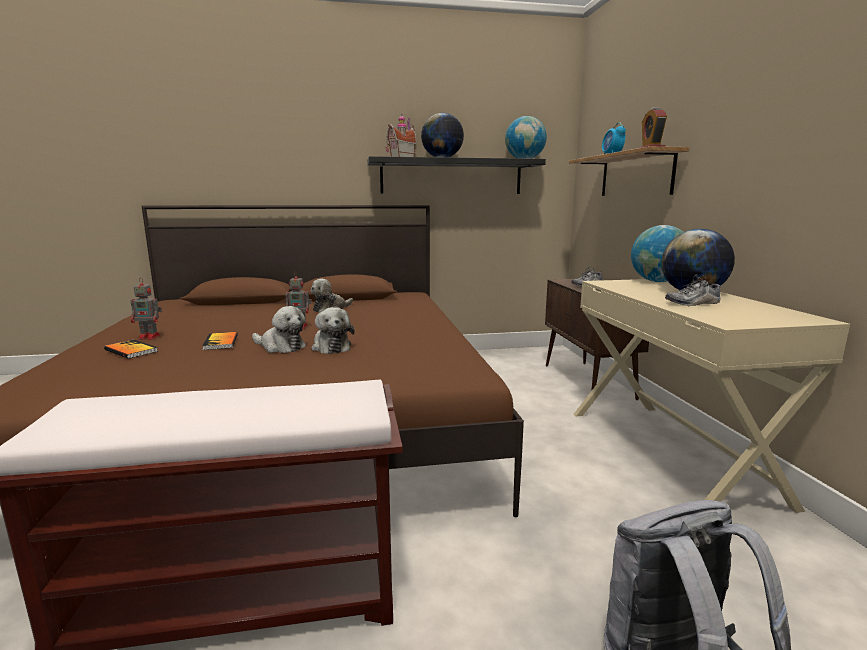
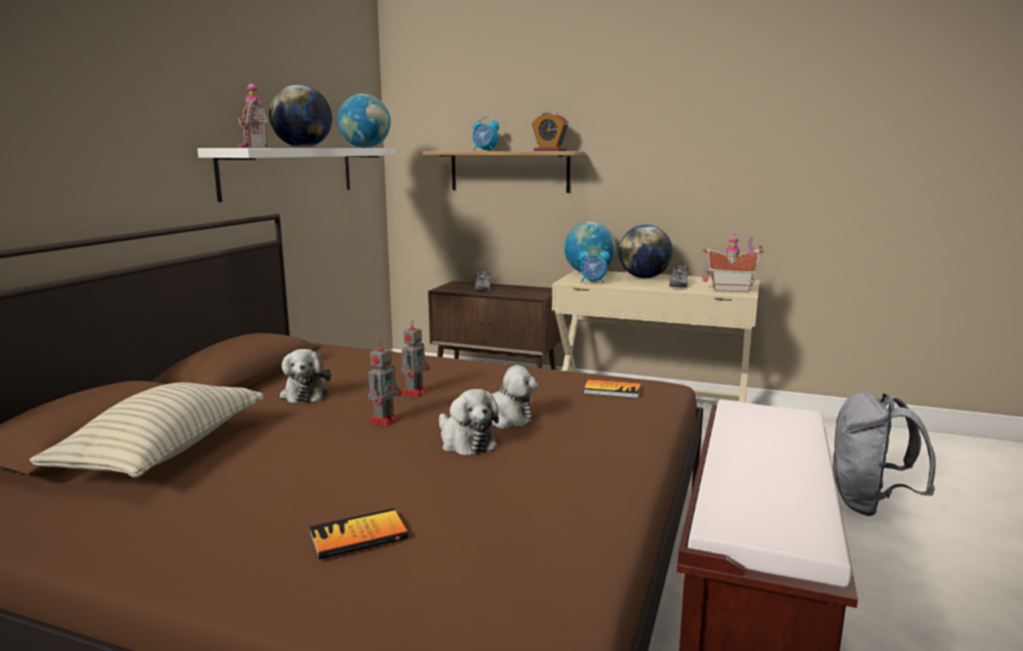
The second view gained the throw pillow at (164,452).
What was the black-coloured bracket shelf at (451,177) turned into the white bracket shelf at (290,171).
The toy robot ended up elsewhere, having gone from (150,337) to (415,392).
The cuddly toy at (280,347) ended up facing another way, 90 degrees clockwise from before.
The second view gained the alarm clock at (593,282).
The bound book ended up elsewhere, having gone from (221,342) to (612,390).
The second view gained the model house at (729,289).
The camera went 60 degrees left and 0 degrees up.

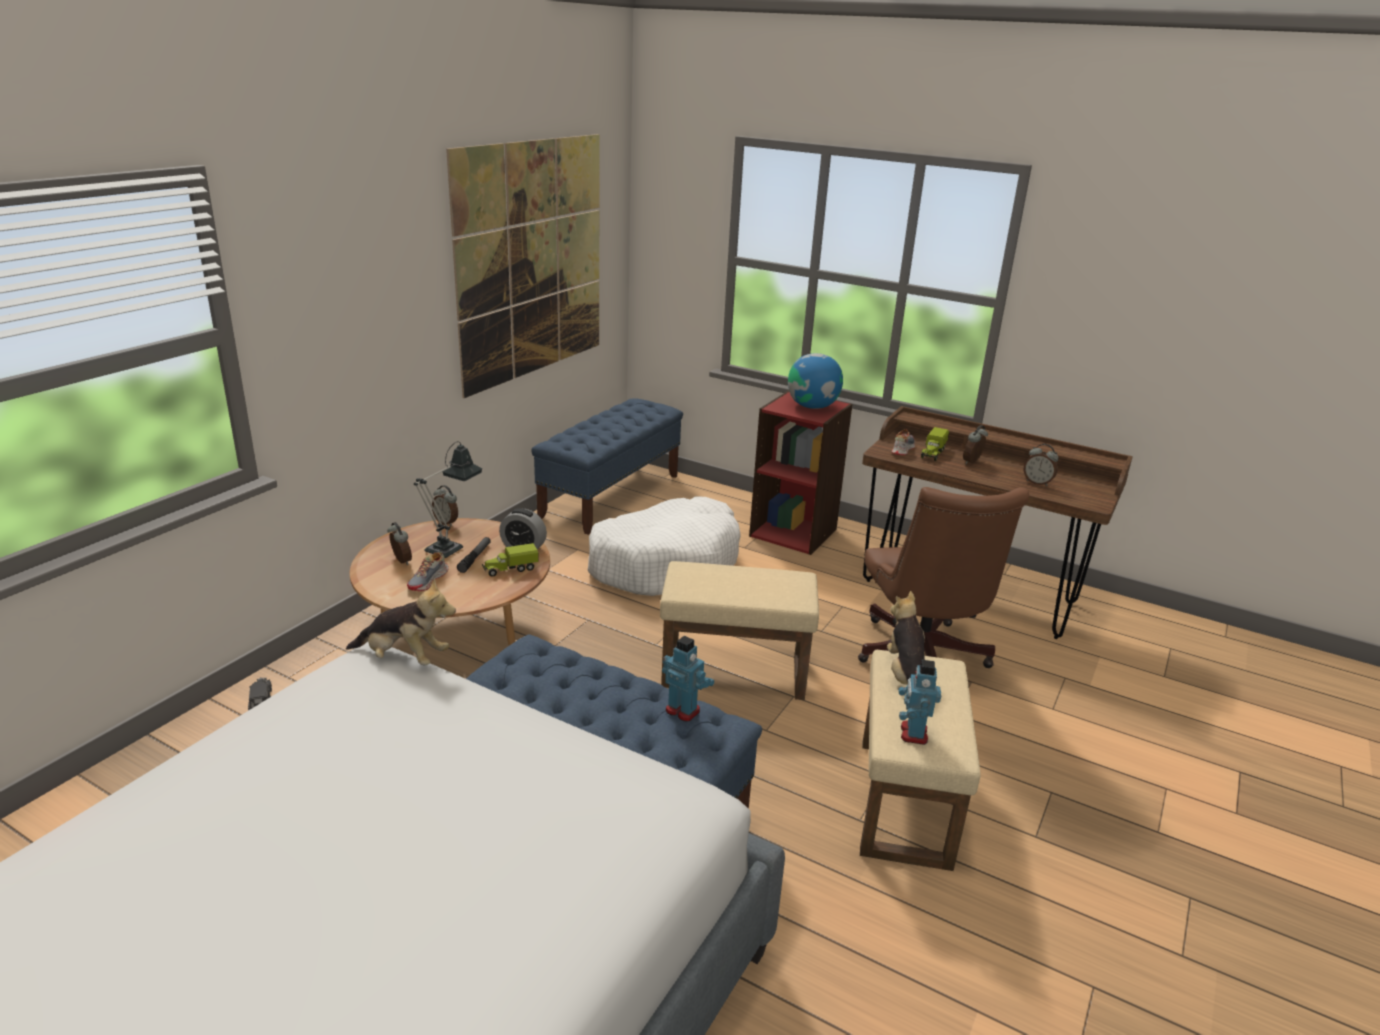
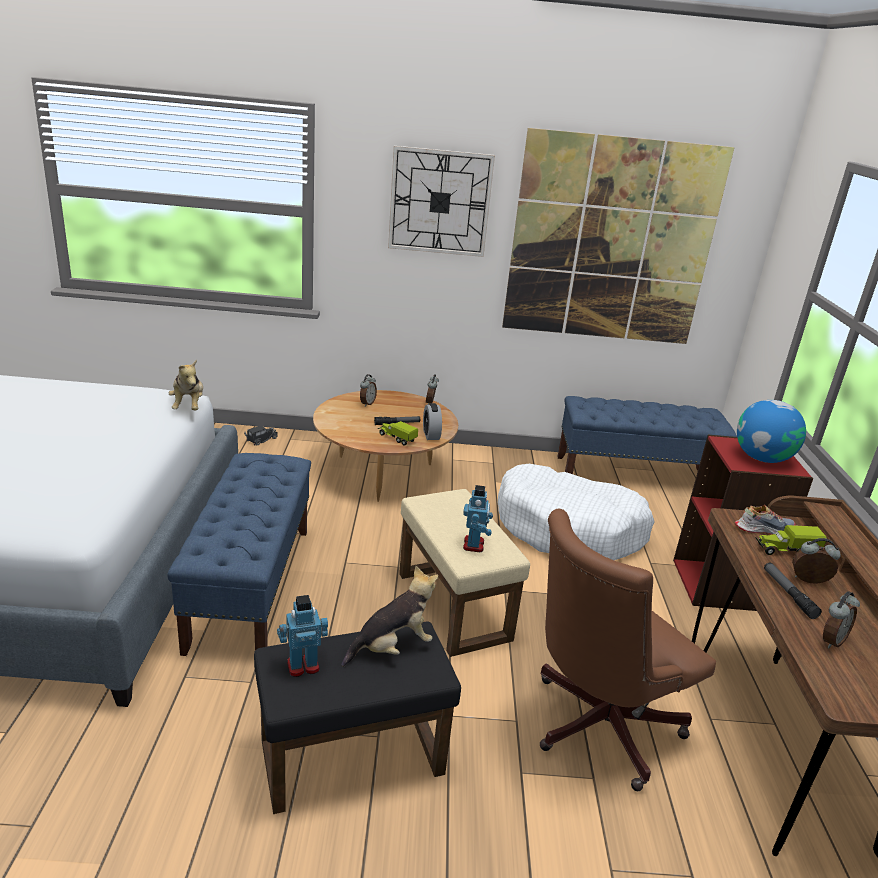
What was the sand-coloured ottoman at (906,802) turned into the black-coloured ottoman at (350,759).
The second view gained the wall clock at (440,202).
The toy robot ended up elsewhere, having gone from (683,710) to (474,545).
The second view gained the hand torch at (788,594).
The alarm clock at (1037,482) ended up facing another way, 135 degrees counterclockwise from before.
The second view lost the low shoe at (428,580).
The second view lost the lamp for a table at (449,547).
The camera went 60 degrees right and 0 degrees up.

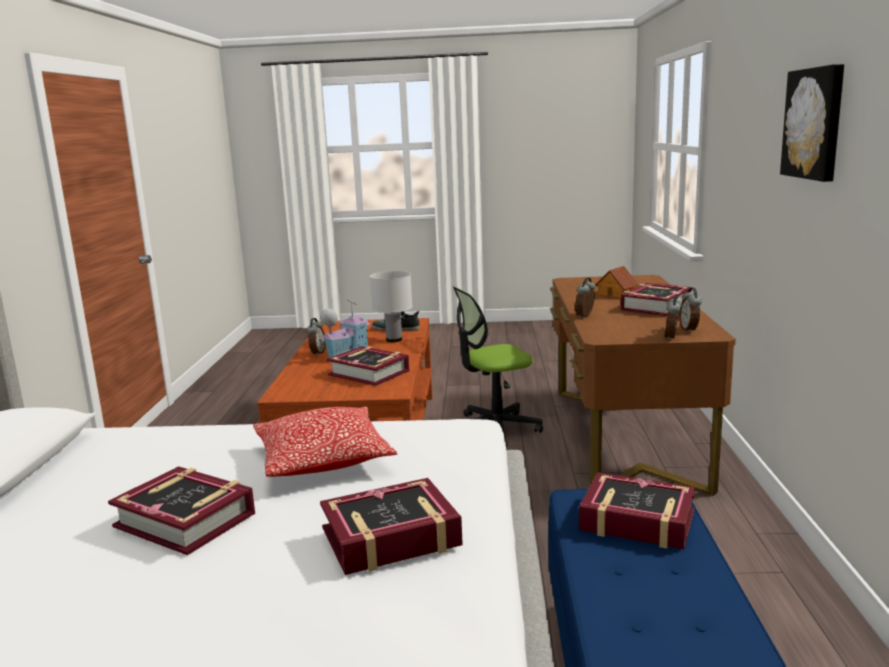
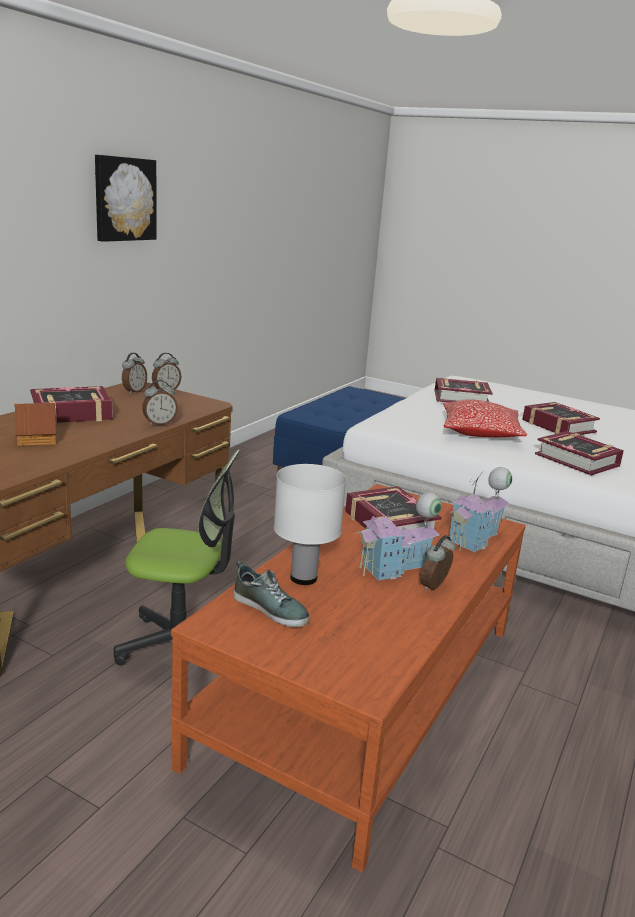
The second view gained the model house at (476,539).
The bound book ended up elsewhere, having gone from (637,521) to (577,460).
The camera went 155 degrees left and 5 degrees up.

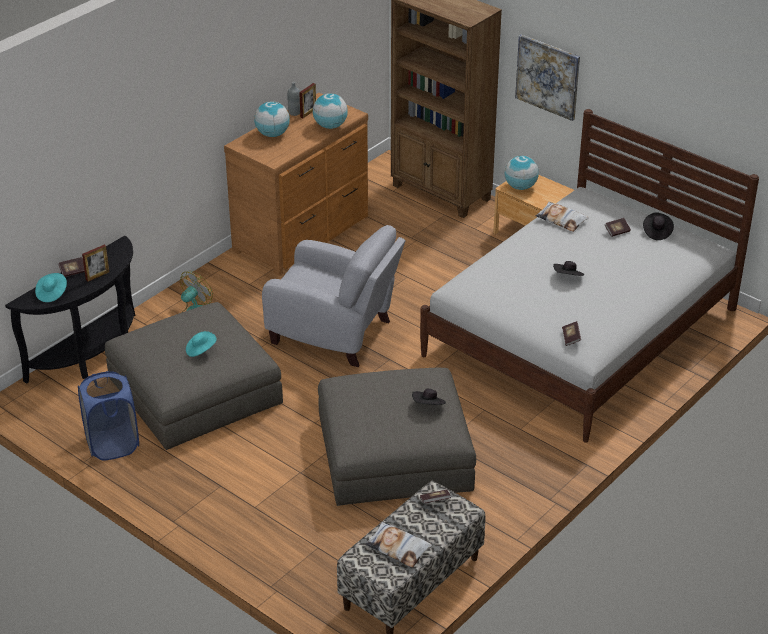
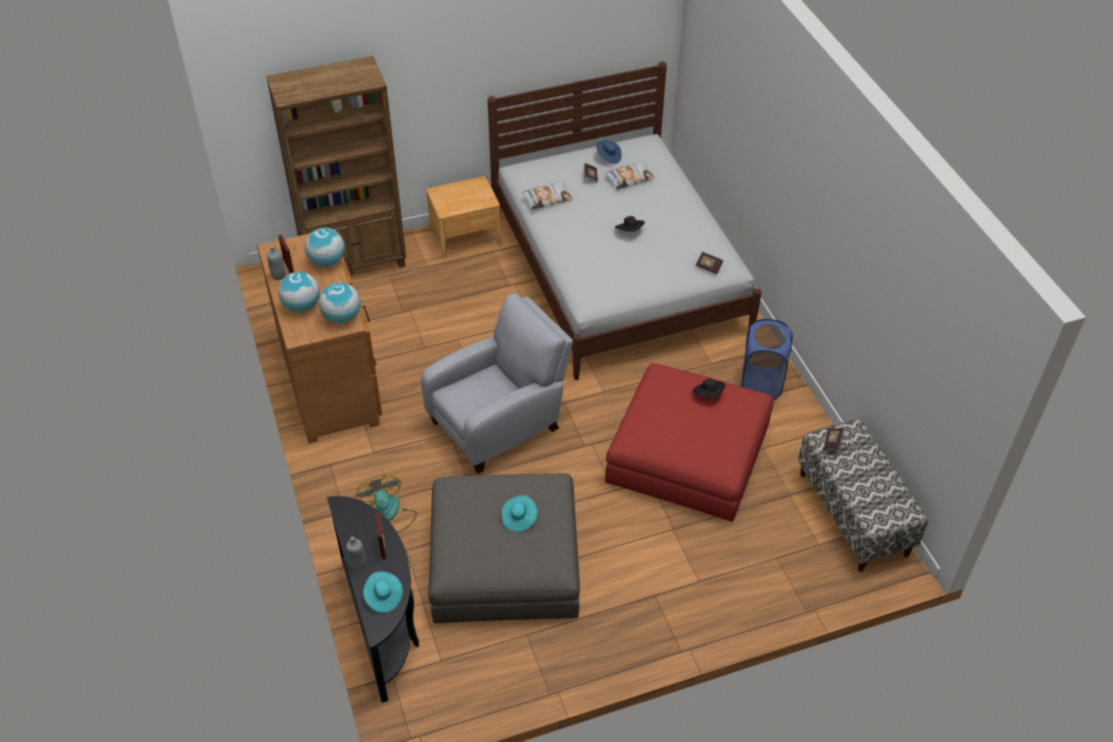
The globe ended up elsewhere, having gone from (520,187) to (342,317).
Where the bound book stood at (73,271), the gray bottle came to stand at (357,564).
What was the black-coloured hat at (656,232) turned into the bluish hat at (608,157).
The throw pillow ended up elsewhere, having gone from (398,548) to (629,178).
What was the gray ottoman at (394,452) turned into the reddish ottoman at (688,453).
The bluish laundry basket ended up elsewhere, having gone from (112,444) to (761,384).
The second view lost the wall art at (548,76).
The camera went 60 degrees left and 10 degrees up.

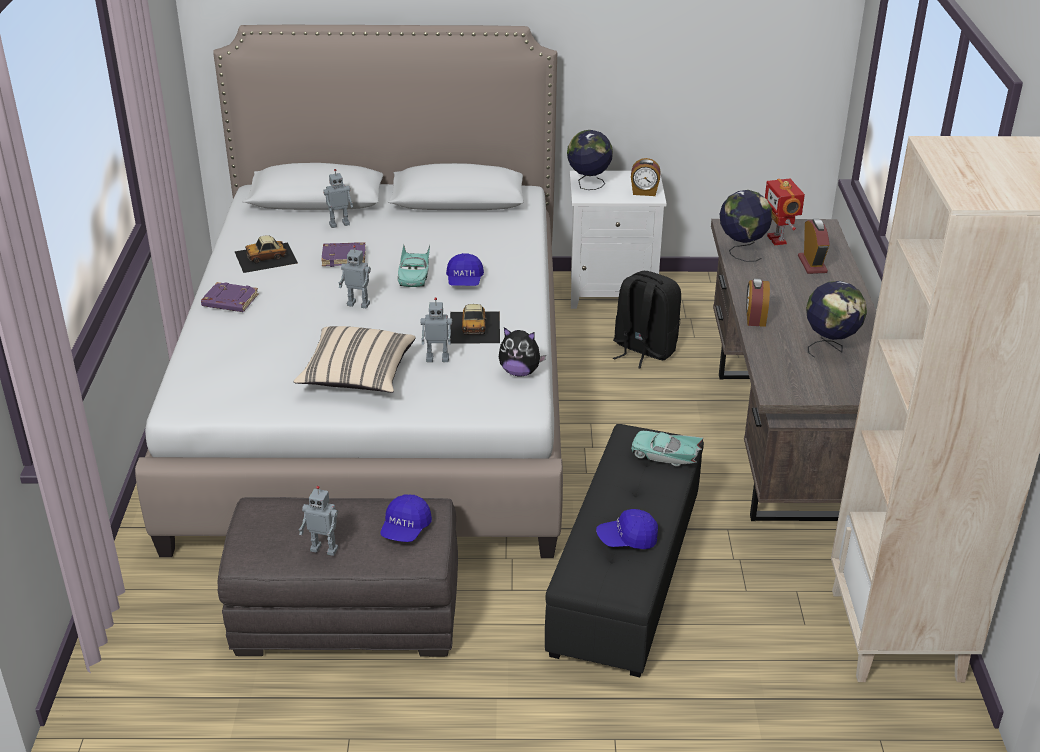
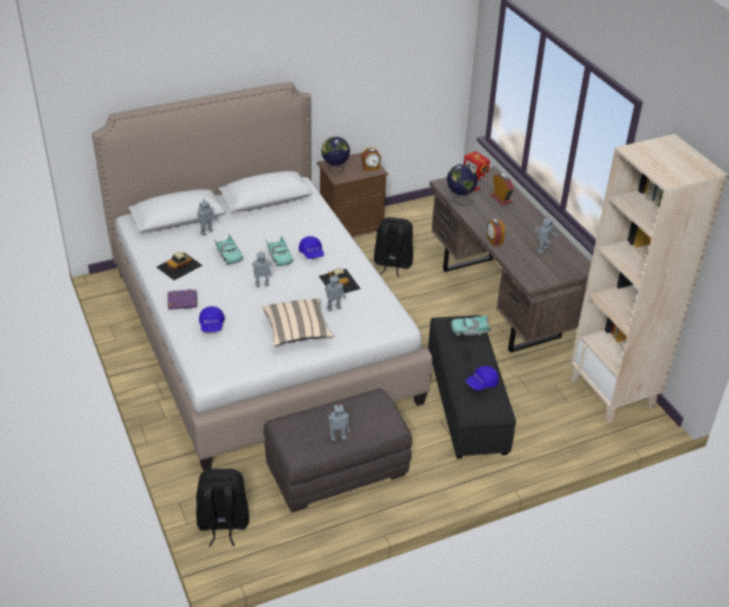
The second view gained the black-coloured knapsack at (222,524).
The bluish cap ended up elsewhere, having gone from (405,529) to (212,325).
Where the purple-coloured bound book stood at (344,257), the blue-green toy car came to stand at (228,254).
What was the white night table at (613,291) turned into the brown night table at (351,229).
Where the globe stood at (830,348), the toy robot came to stand at (541,249).
The second view lost the cuddly toy at (520,372).
The camera went 25 degrees left and 5 degrees up.

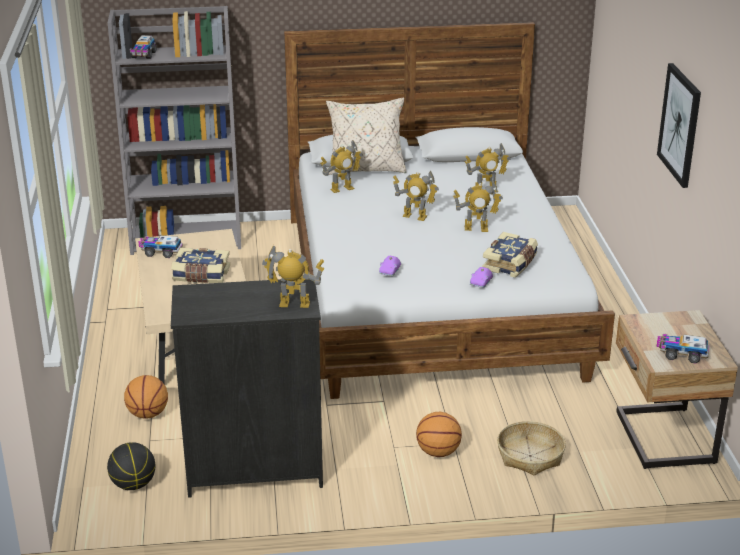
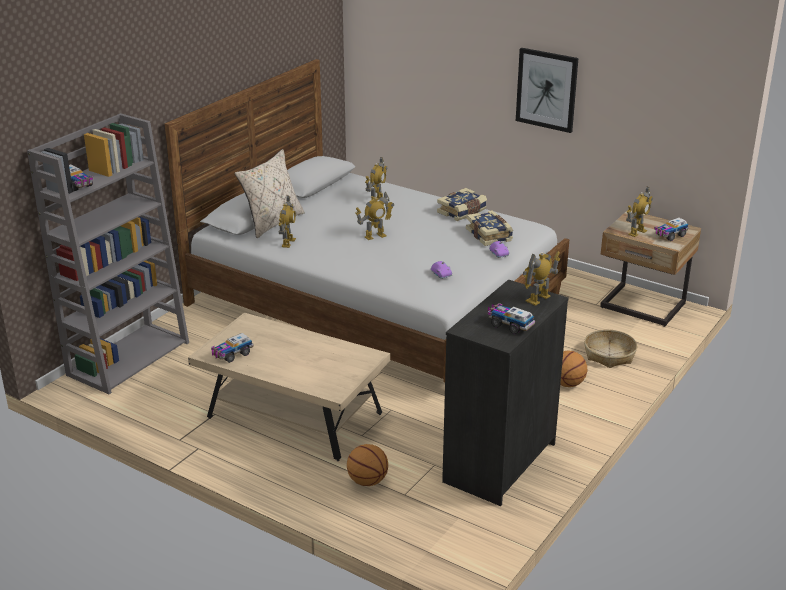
The bound book ended up elsewhere, having gone from (201,275) to (462,212).
The second view gained the toy lorry at (509,325).
The toy robot ended up elsewhere, having gone from (476,228) to (637,232).
The second view lost the ball for basketball at (133,485).
The camera went 50 degrees left and 0 degrees up.

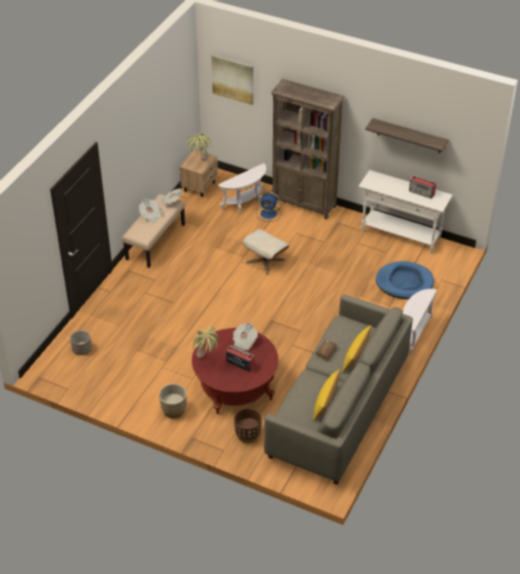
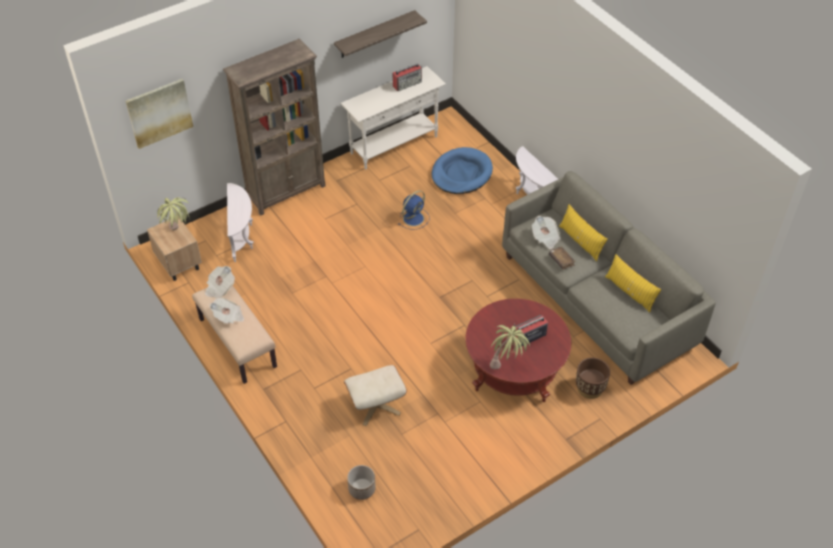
The sand-coloured ottoman ended up elsewhere, having gone from (265,261) to (375,405).
The bluish cooling fan ended up elsewhere, having gone from (269,214) to (414,218).
The daily paper ended up elsewhere, having gone from (244,342) to (545,238).
The second view lost the sand-coloured plant pot at (174,410).
The camera went 60 degrees left and 5 degrees up.

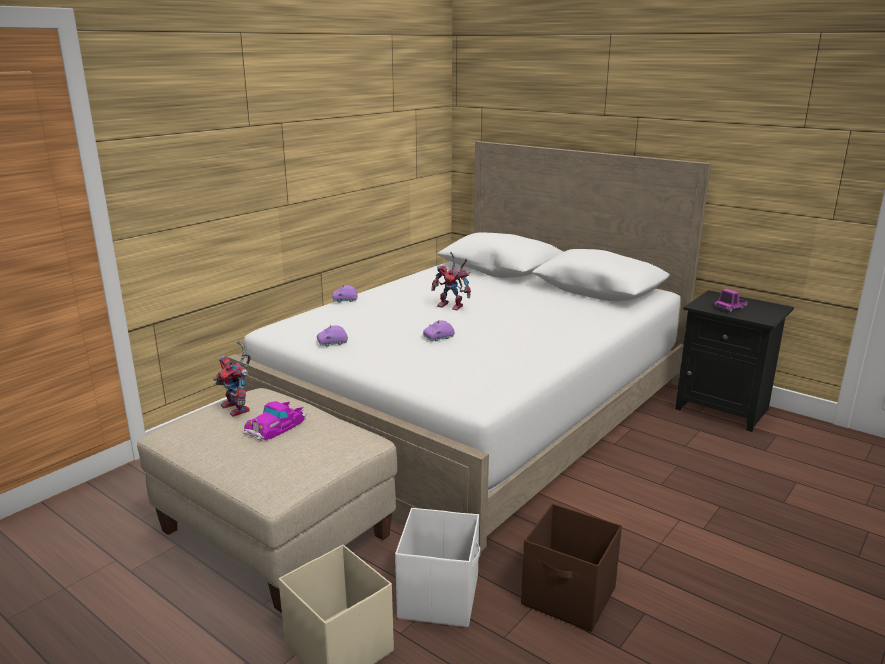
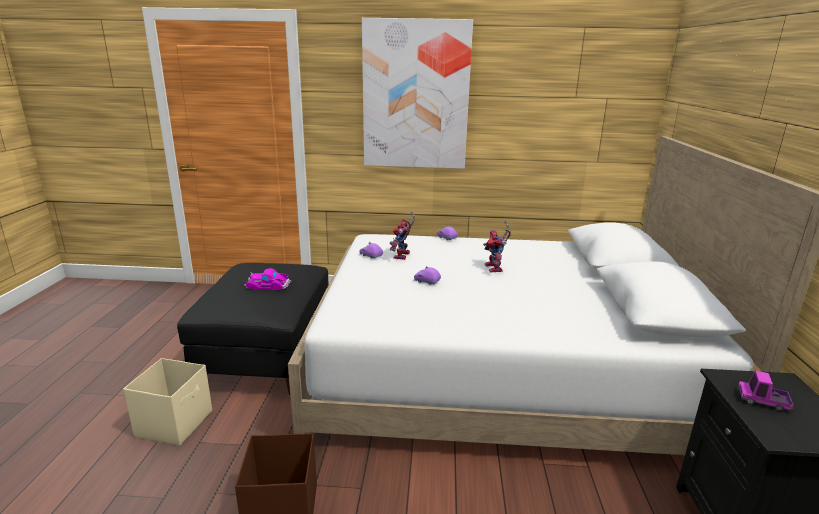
What was the sand-coloured ottoman at (275,535) turned into the black-coloured ottoman at (267,356).
The second view gained the wall art at (415,96).
The toy robot ended up elsewhere, having gone from (239,409) to (402,256).
The second view lost the white storage bin at (440,596).
The camera went 55 degrees right and 0 degrees up.

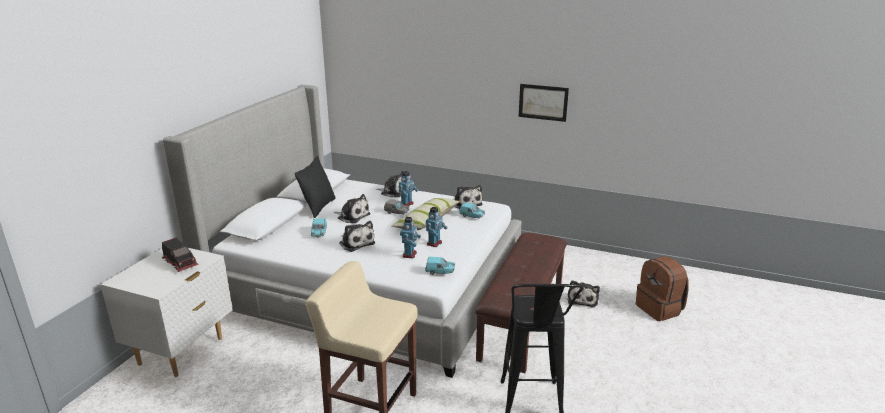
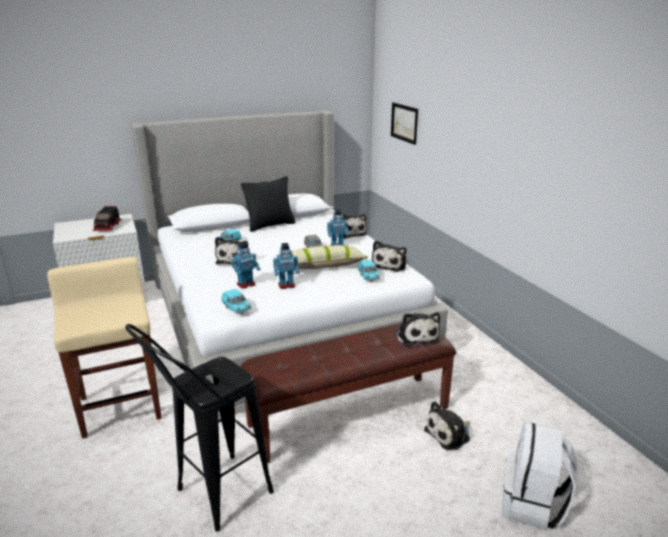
The wall art ended up elsewhere, having gone from (543,102) to (404,123).
The cuddly toy ended up elsewhere, having gone from (352,216) to (416,336).
What was the brown knapsack at (660,309) turned into the white knapsack at (532,505).
The camera went 45 degrees right and 0 degrees up.

